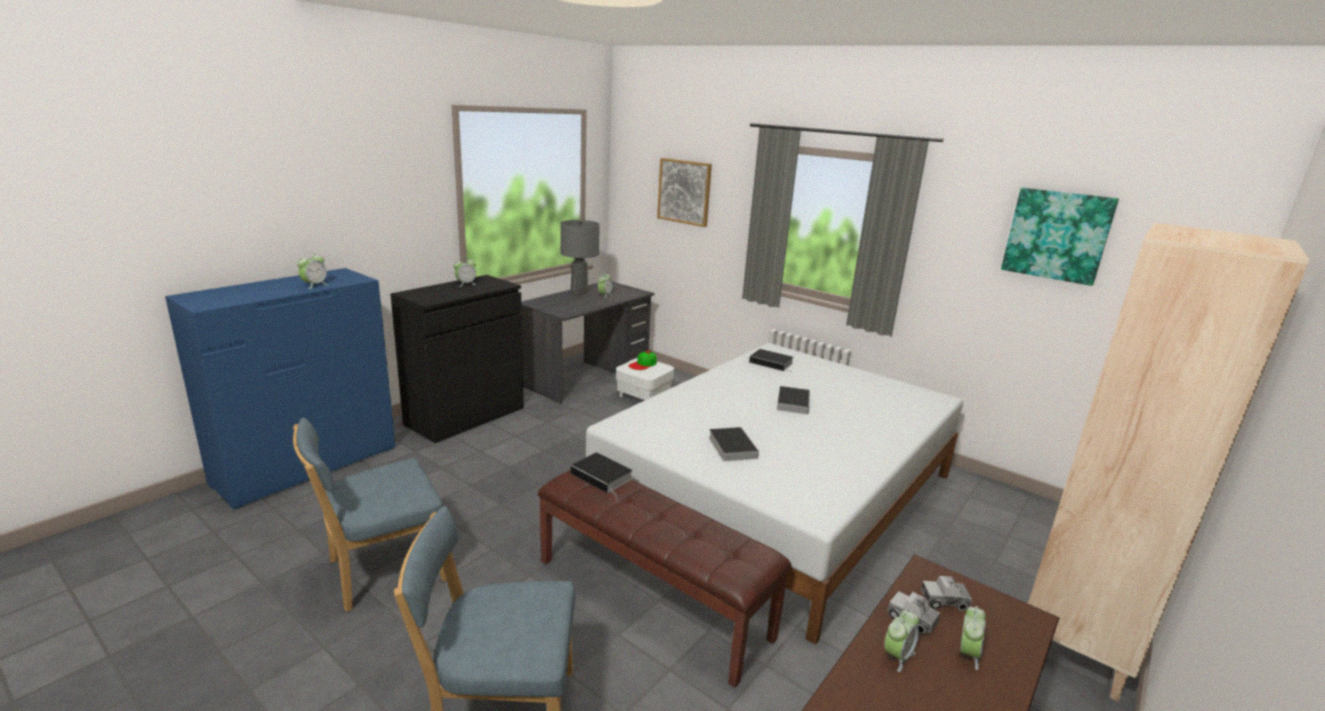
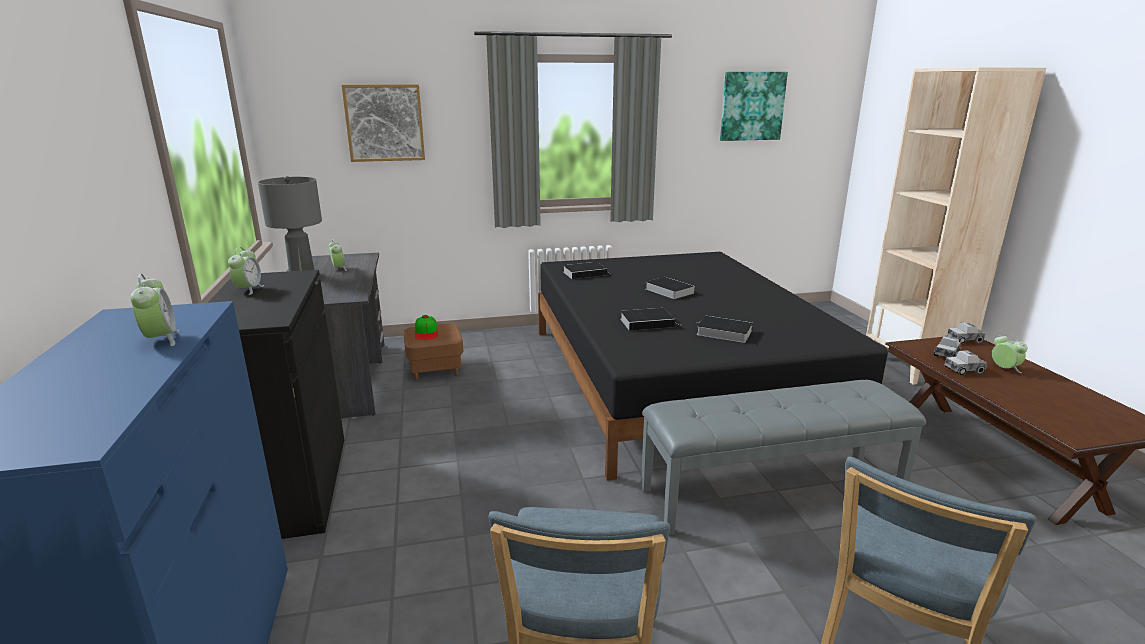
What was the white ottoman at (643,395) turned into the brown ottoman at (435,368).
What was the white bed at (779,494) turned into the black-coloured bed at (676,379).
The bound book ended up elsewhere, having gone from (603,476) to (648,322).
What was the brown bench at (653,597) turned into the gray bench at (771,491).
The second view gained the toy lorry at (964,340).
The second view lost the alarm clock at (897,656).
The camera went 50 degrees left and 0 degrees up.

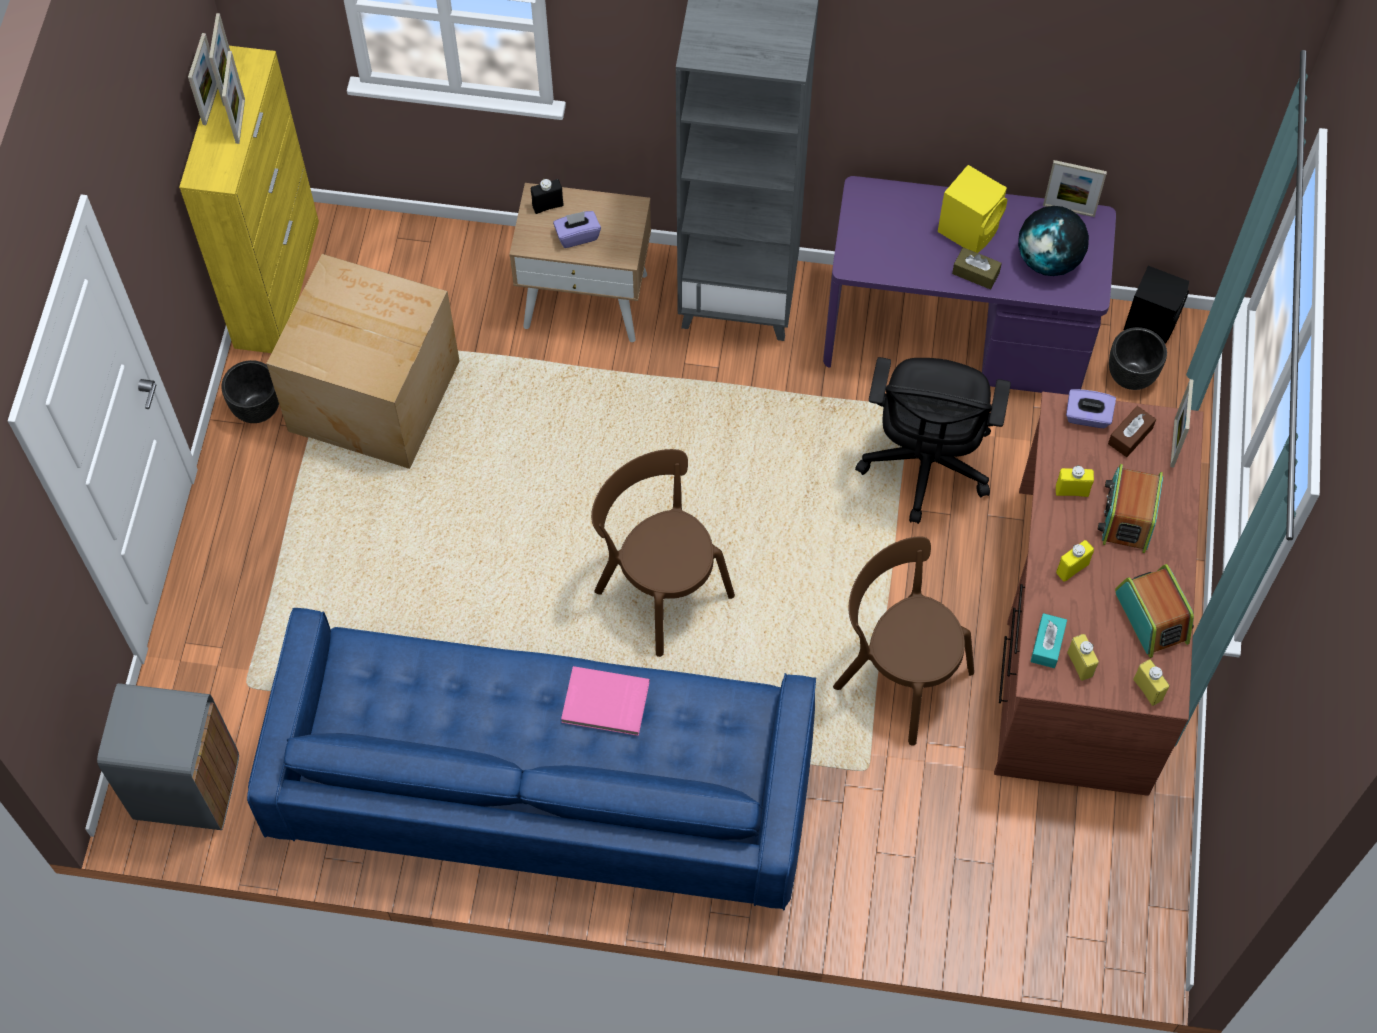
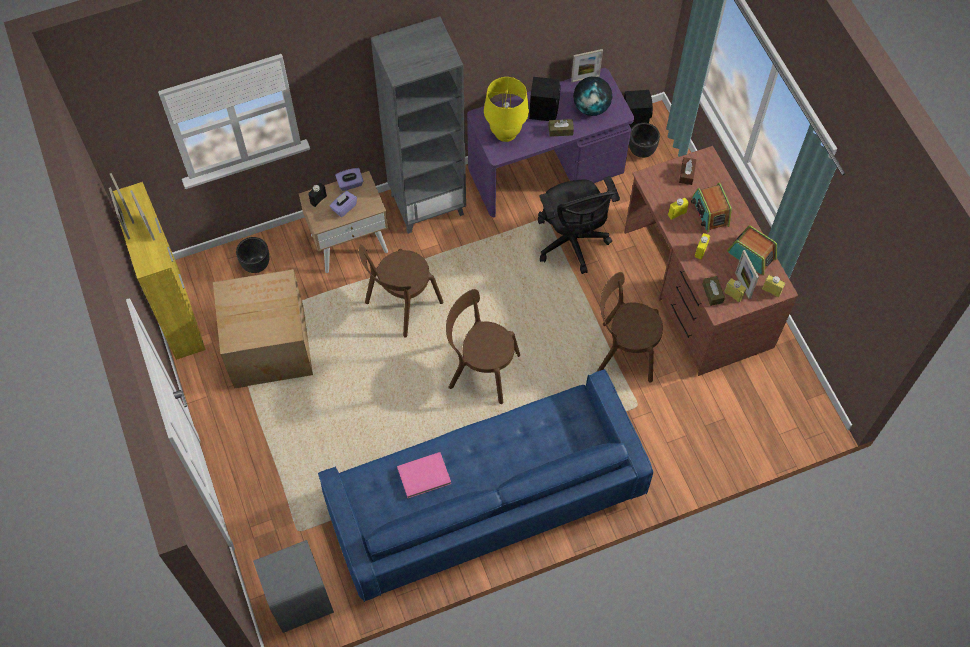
The black-coloured plant pot ended up elsewhere, having gone from (257,408) to (256,264).
The purple-coloured box of tissues ended up elsewhere, having gone from (1087,417) to (350,184).
The second view gained the brown chair at (401,305).
The pink-coloured bound book ended up elsewhere, having gone from (605,704) to (424,476).
The second view gained the yellow-coloured lamp for a table at (505,132).
What was the yellow-coloured loudspeaker at (969,229) turned into the black-coloured loudspeaker at (544,110).
What was the blue-green box of tissues at (1047,644) turned into the brown box of tissues at (712,293).
The standing frame ended up elsewhere, having gone from (1174,442) to (742,285).
The camera went 30 degrees left and 0 degrees up.

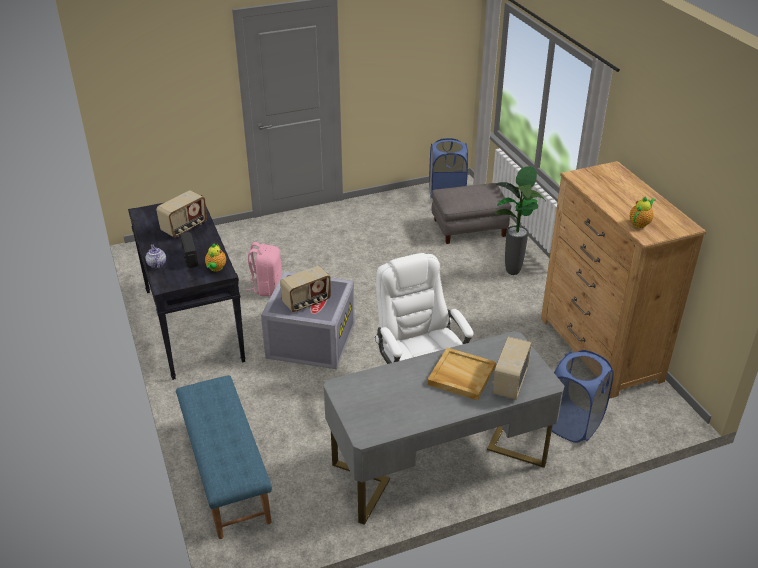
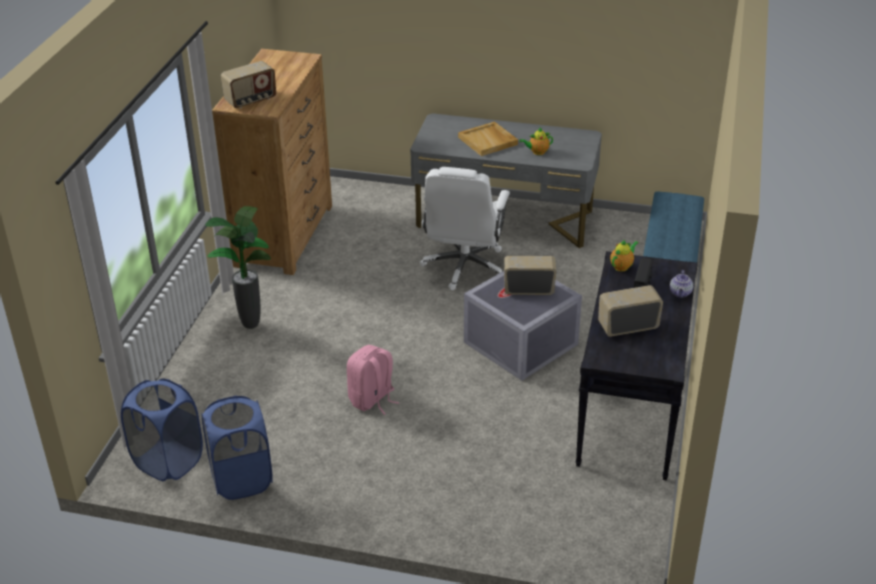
The bluish laundry basket ended up elsewhere, having gone from (573,424) to (242,479).
The radio receiver ended up elsewhere, having gone from (509,382) to (251,100).
The pink-coloured knapsack ended up elsewhere, having gone from (267,287) to (372,400).
The tea pot ended up elsewhere, having gone from (640,223) to (537,152).
The second view lost the gray ottoman at (469,227).
The camera went 145 degrees left and 0 degrees up.

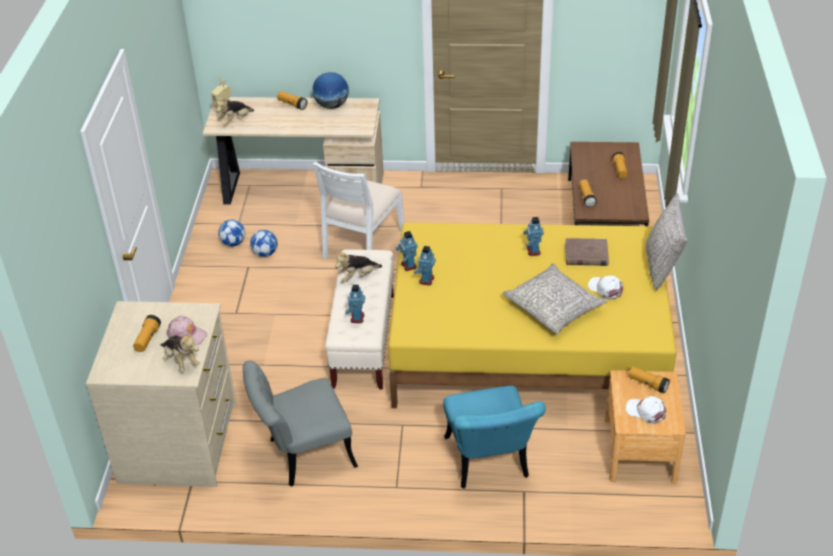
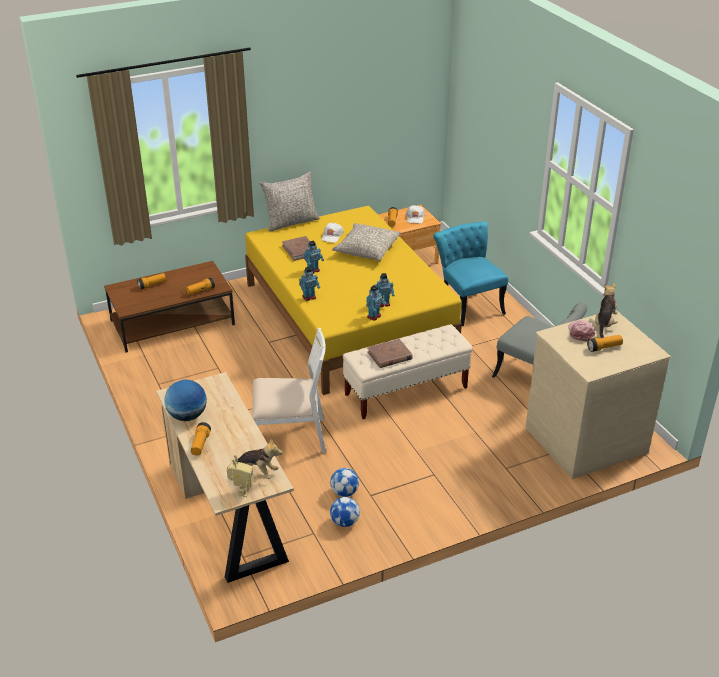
The toy robot ended up elsewhere, having gone from (357,318) to (309,297).
Where the cuddly toy stood at (357,276), the brown bound book came to stand at (389,355).
The blue-green chair at (489,464) ended up facing another way, 75 degrees counterclockwise from before.
The camera went 120 degrees left and 5 degrees down.

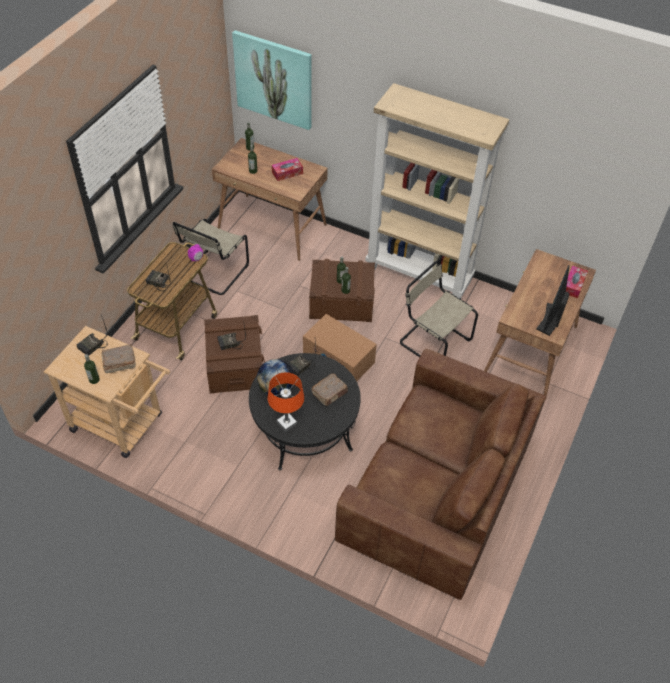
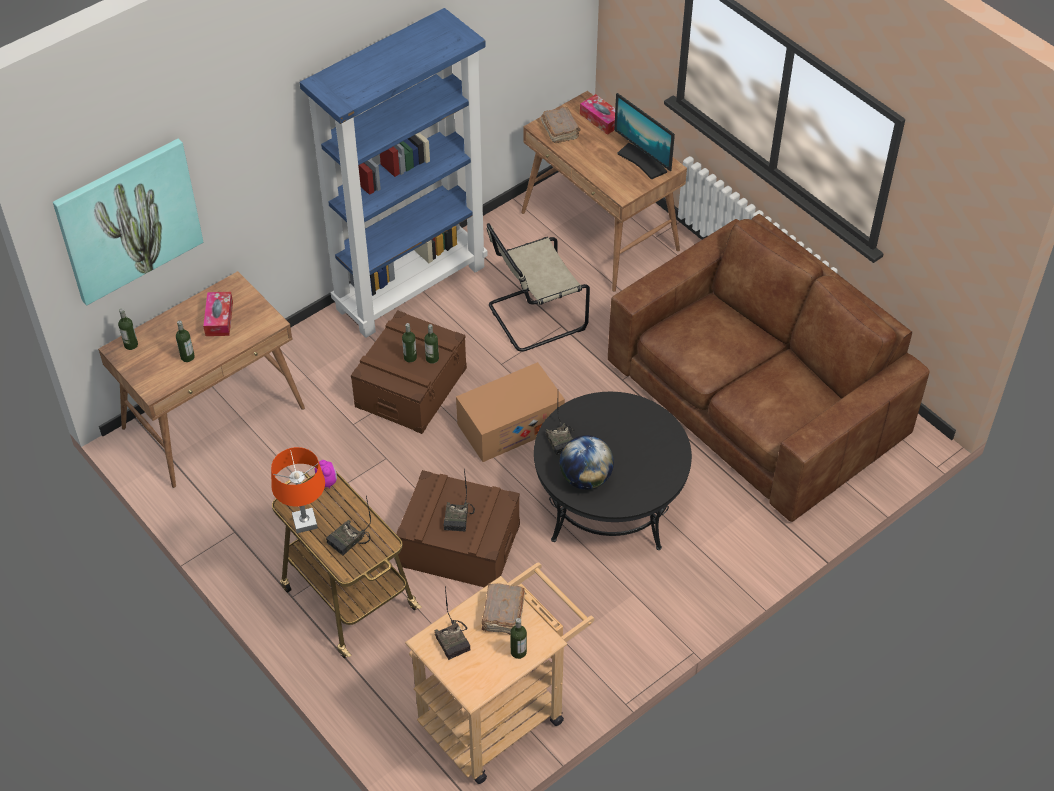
The orangey lamp for a table ended up elsewhere, having gone from (286,423) to (305,522).
What was the sand-coloured bookshelf at (419,274) turned into the bluish bookshelf at (411,286).
The brown bound book ended up elsewhere, having gone from (330,393) to (560,130).
The second view lost the sand-coloured chair at (213,273).
The camera went 65 degrees left and 0 degrees up.

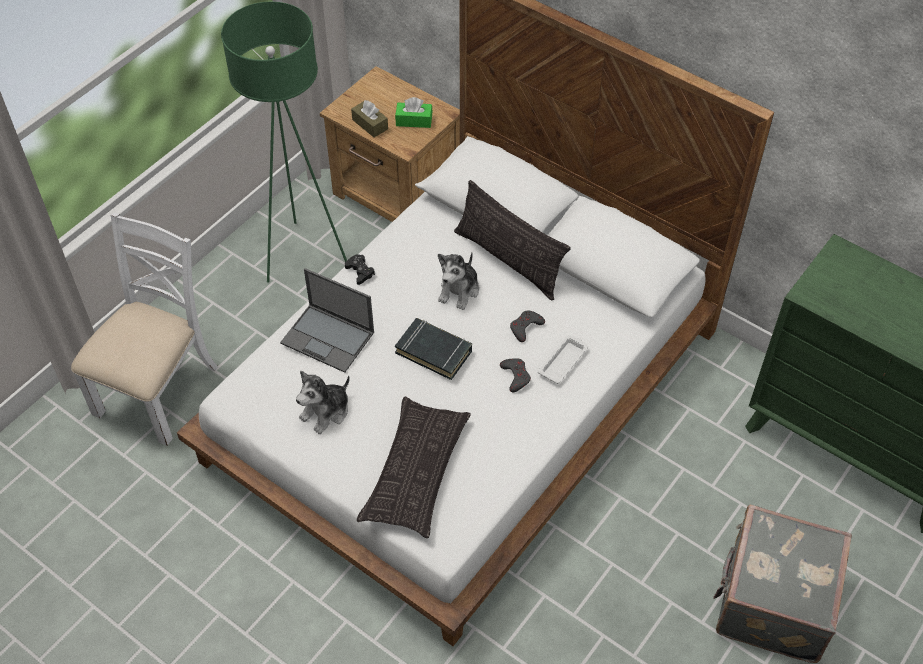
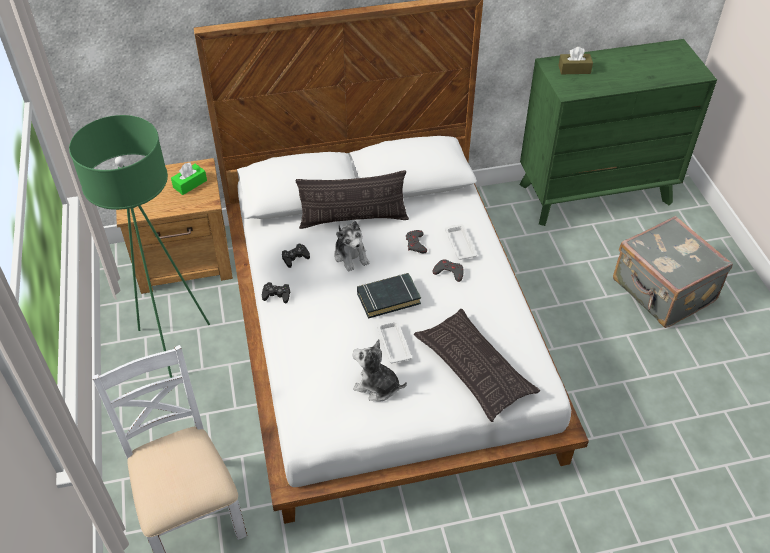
The second view gained the black-coloured joypad at (295,257).
The cuddly toy at (326,412) ended up facing another way, 120 degrees clockwise from before.
The second view gained the white tray at (393,343).
The brown box of tissues ended up elsewhere, having gone from (370,124) to (574,69).
The second view lost the portable computer at (328,338).
The camera went 50 degrees left and 5 degrees down.

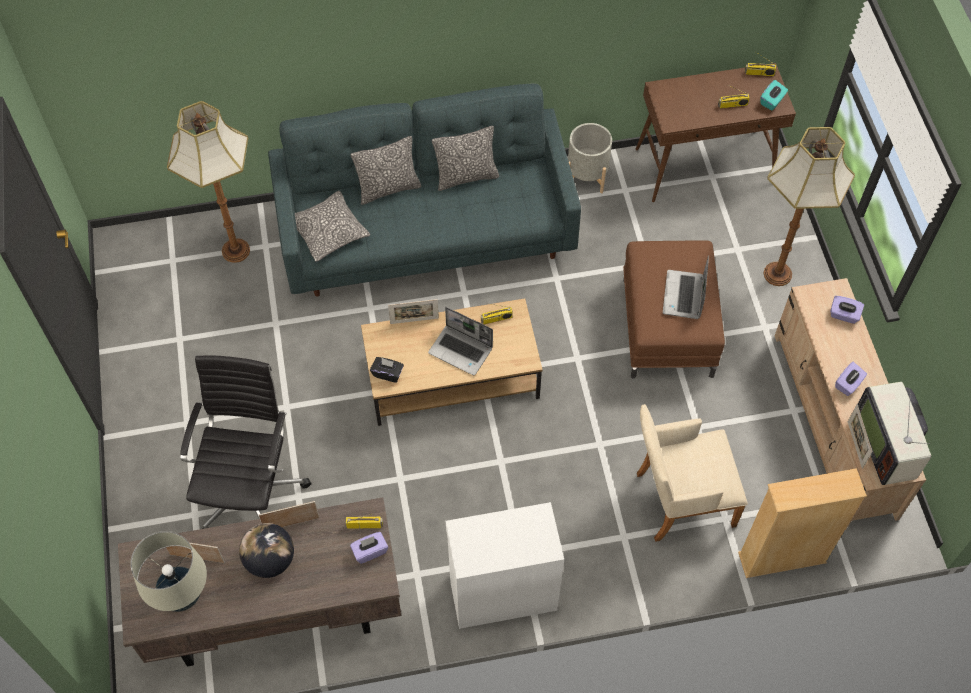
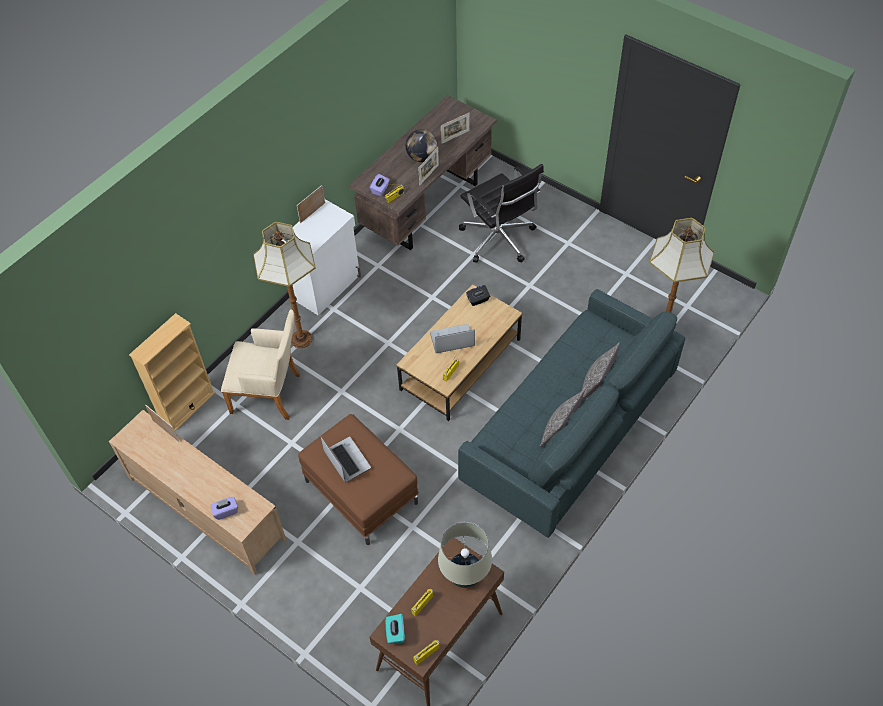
The sand-coloured lounge chair at (678,500) ended up facing another way, 60 degrees clockwise from before.
The standing lamp ended up elsewhere, having gone from (778,273) to (301,340).
The standing frame ended up elsewhere, having gone from (414,321) to (312,213).
The sand-coloured lamp for a table ended up elsewhere, having gone from (182,595) to (465,576).
The second view lost the throw pillow at (328,231).
The second view lost the gray plant pot at (587,175).
The second view lost the purple-coloured box of tissues at (848,384).
The second view lost the television at (887,444).
The camera went 140 degrees right and 5 degrees down.

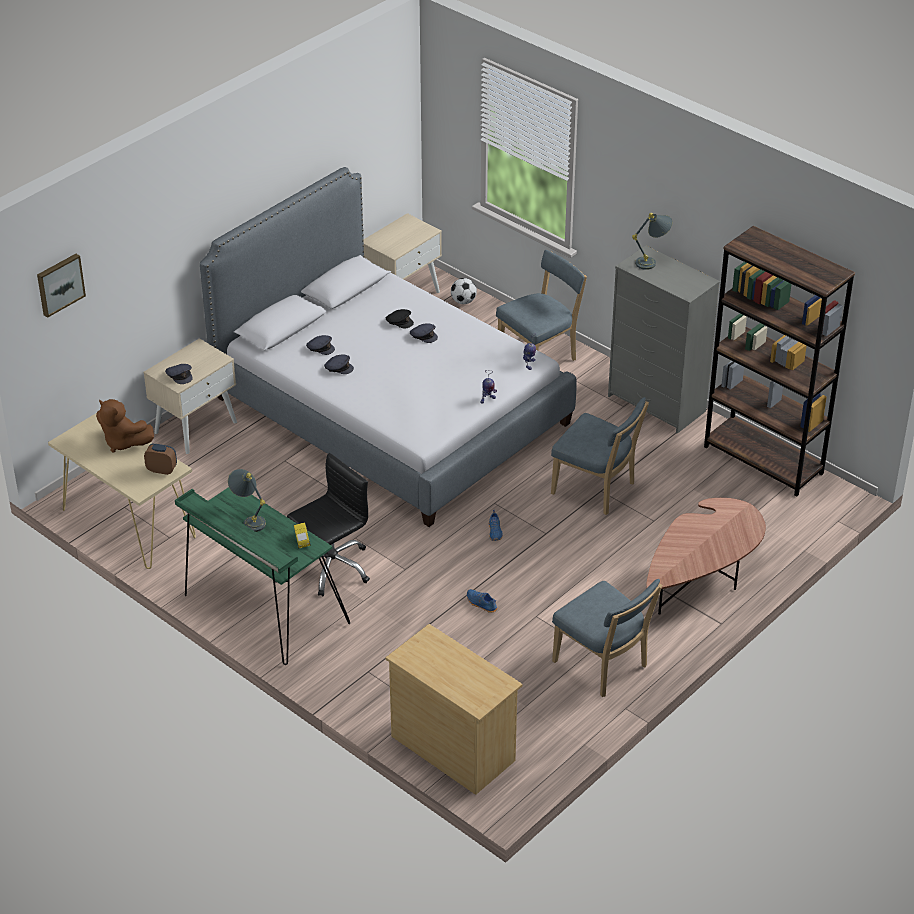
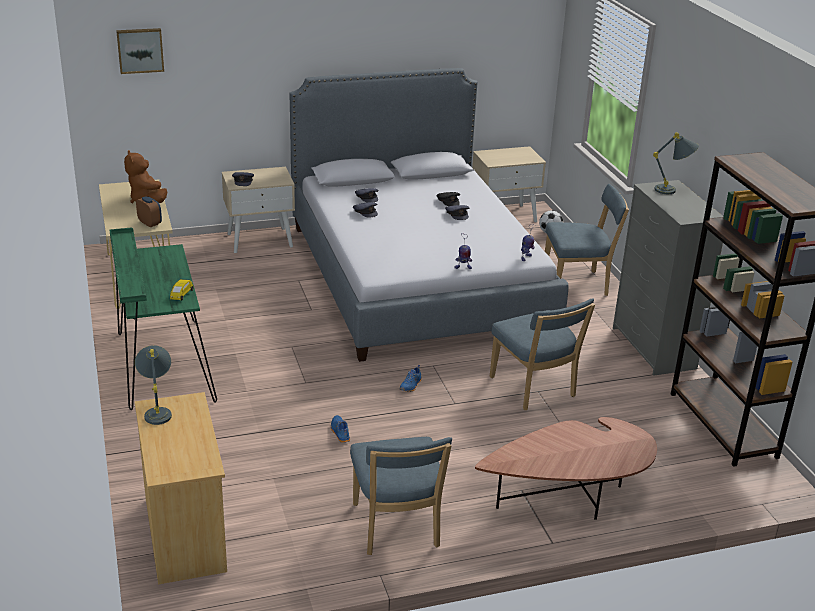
The gray lamp for a table ended up elsewhere, having gone from (249,520) to (158,411).
The second view lost the black-coloured office chair at (331,567).
The camera went 30 degrees right and 10 degrees down.

